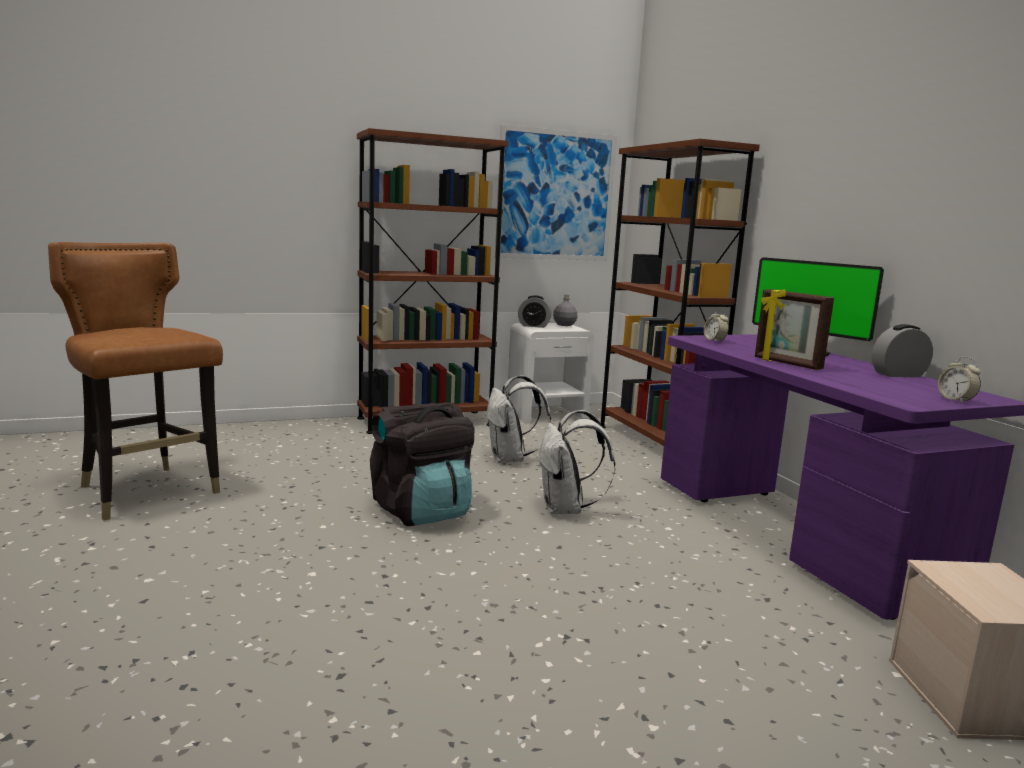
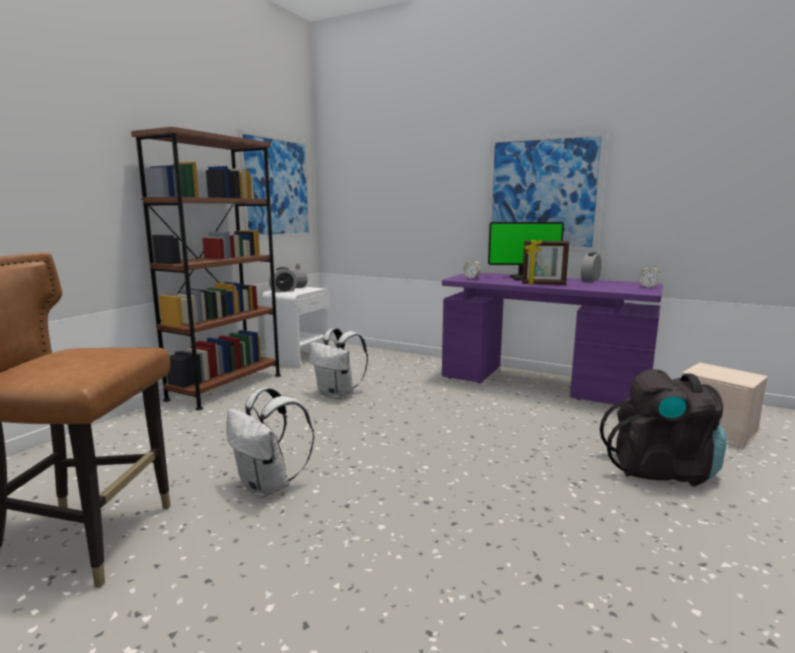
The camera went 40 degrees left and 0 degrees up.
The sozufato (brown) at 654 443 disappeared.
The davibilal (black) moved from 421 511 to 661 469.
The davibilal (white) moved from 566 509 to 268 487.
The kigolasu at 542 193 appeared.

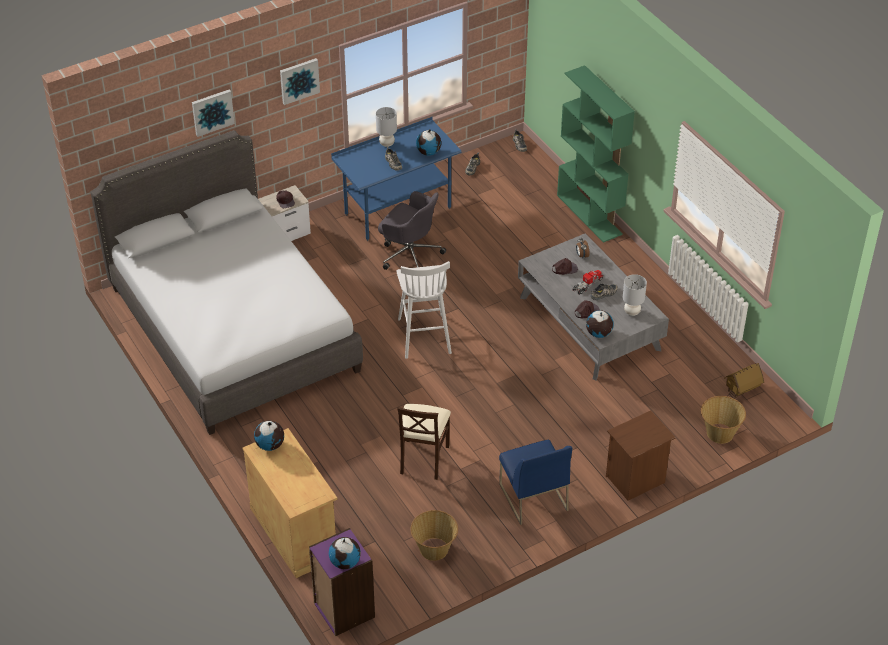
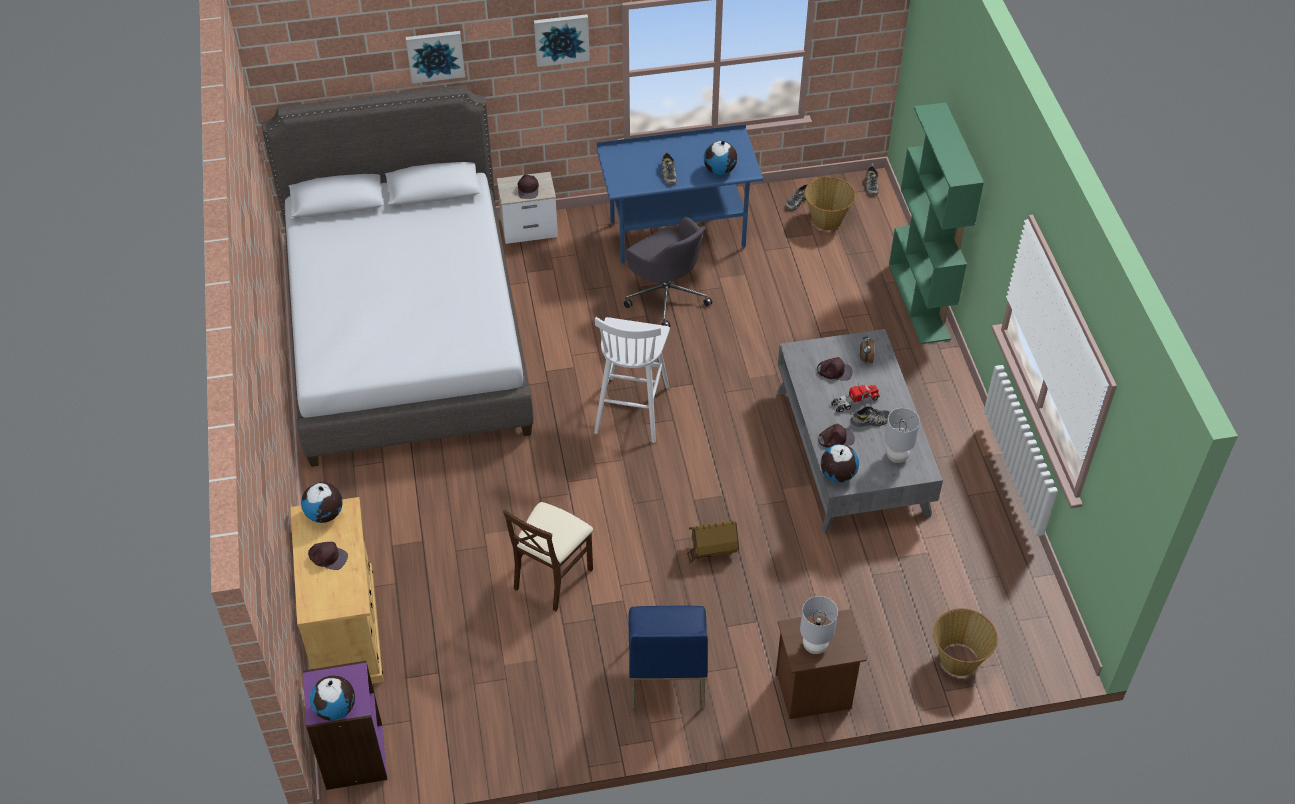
The camera went 20 degrees right and 5 degrees up.
The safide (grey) moved from 387 143 to 815 645.
The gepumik moved from 742 390 to 712 550.
The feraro moved from 434 549 to 827 220.
The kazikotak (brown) at 328 557 appeared.

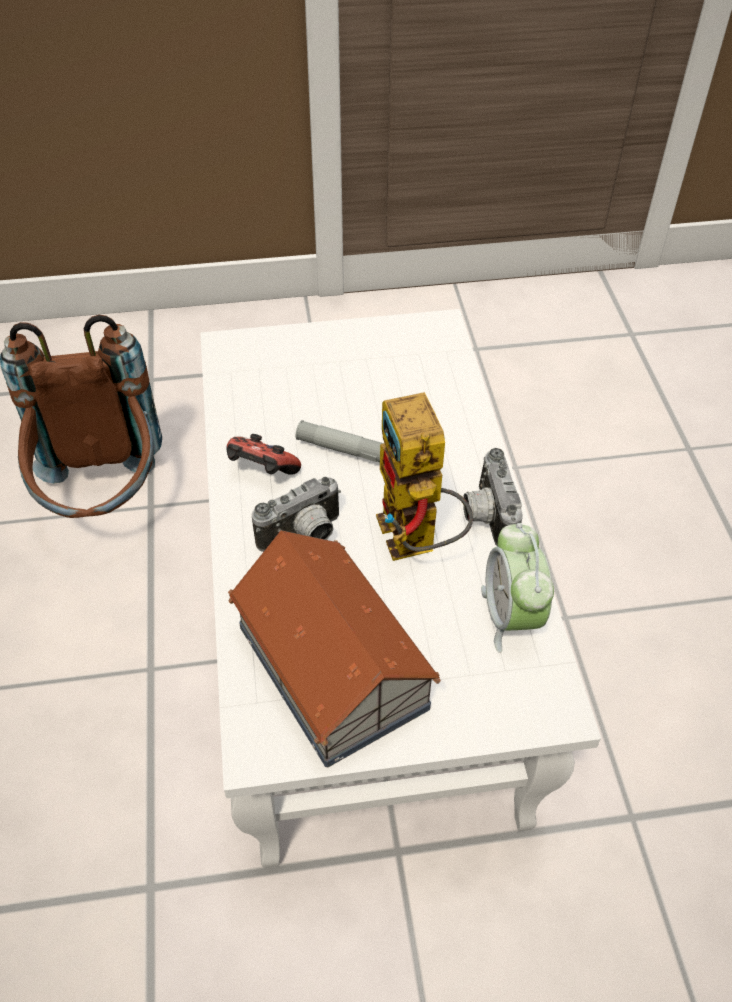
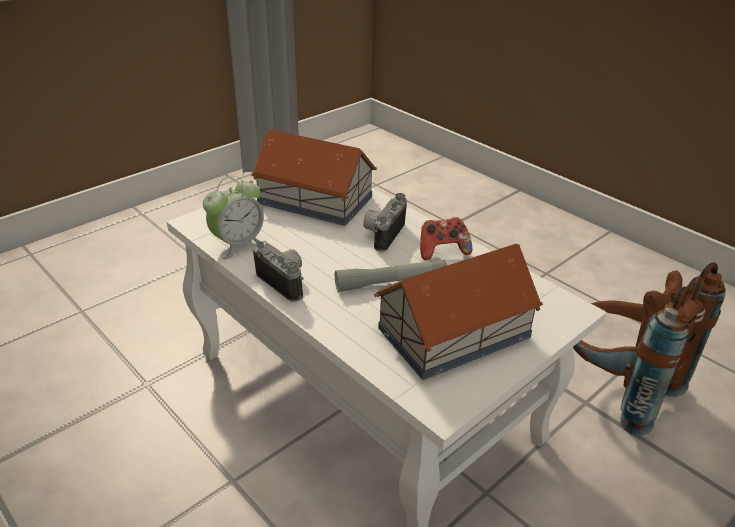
The camera went 145 degrees right and 15 degrees down.
The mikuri at 416 543 disappeared.
The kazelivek at 511 616 turned 90 degrees clockwise.
The gepumik at 456 332 appeared.

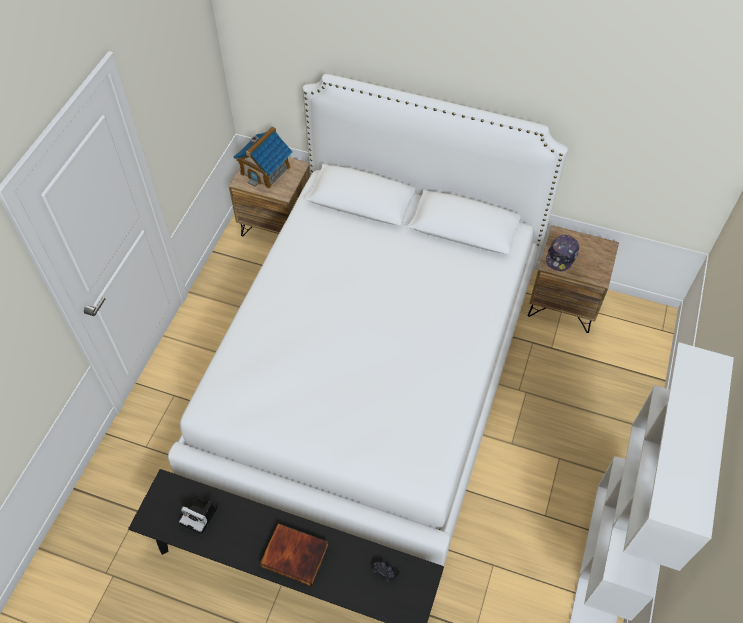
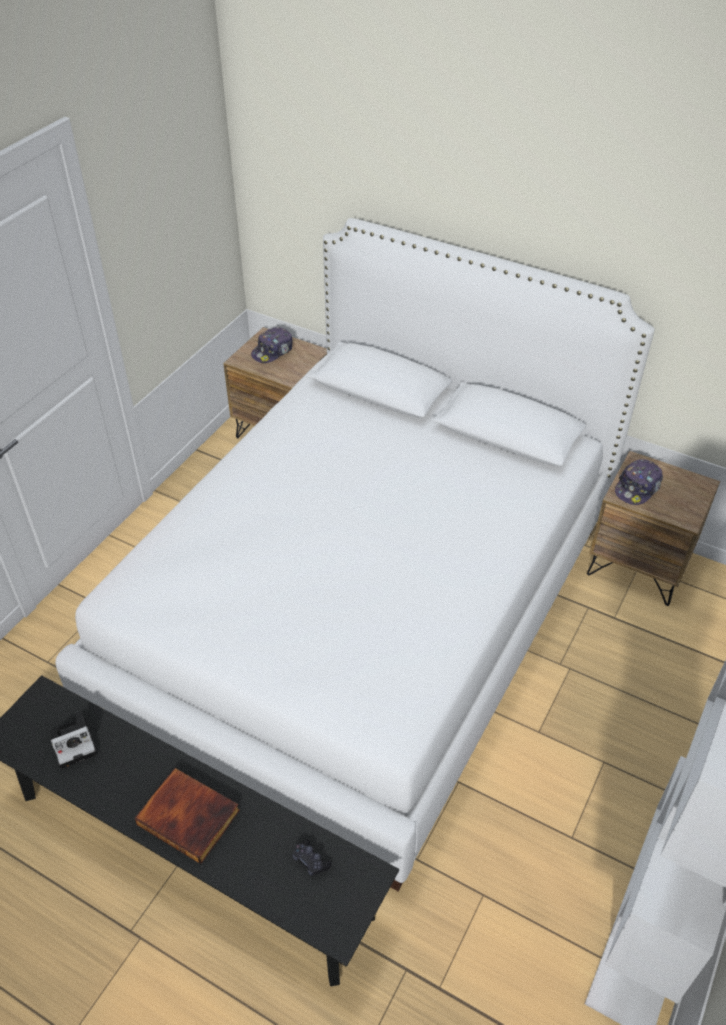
The camera went 10 degrees right and 10 degrees down.
The gepumik at 265 170 was replaced by the kazikotak at 273 351.
The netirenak at 200 515 turned 60 degrees counterclockwise.

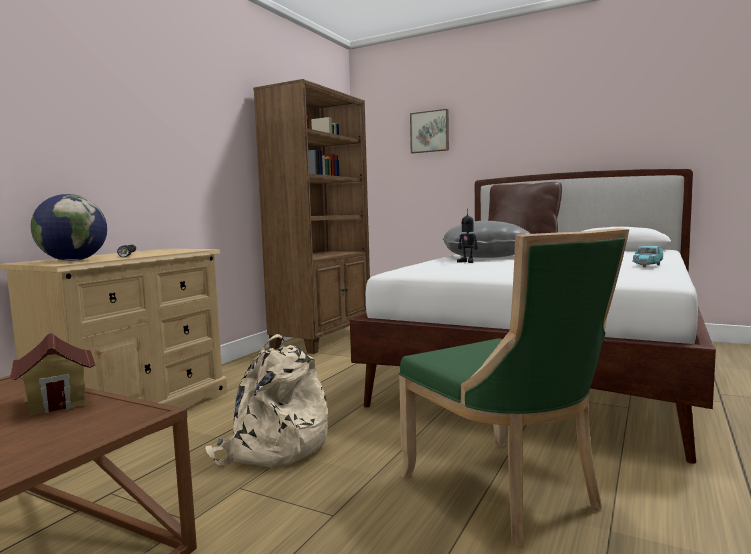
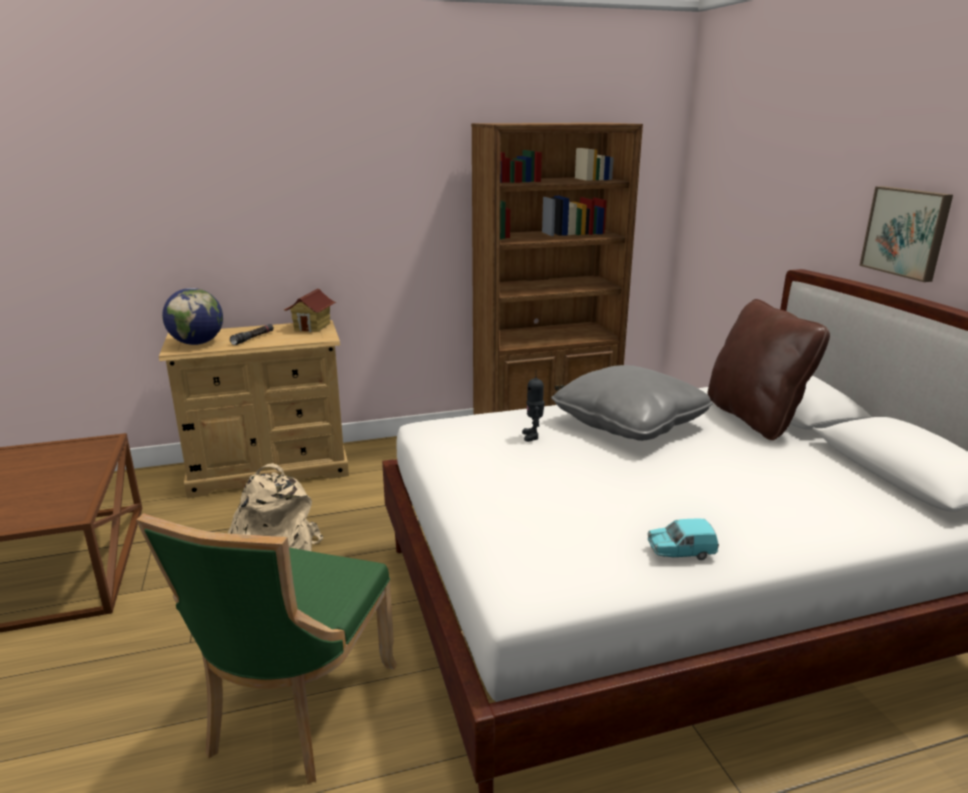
The camera went 45 degrees right and 15 degrees up.
The kigolasu moved from 430 131 to 907 232.
The gepumik moved from 58 401 to 313 327.

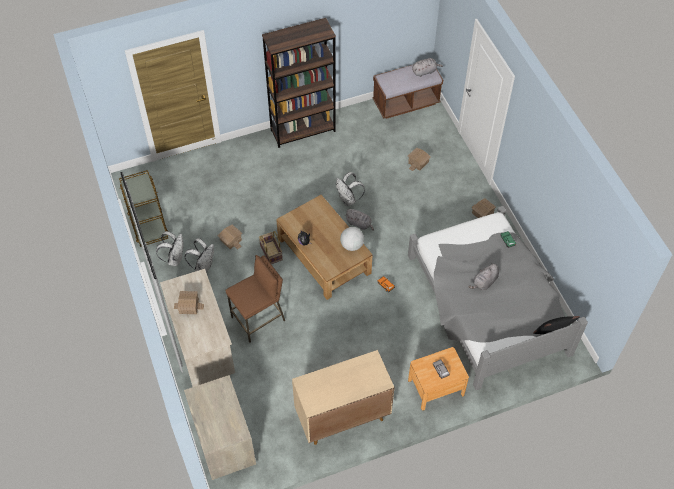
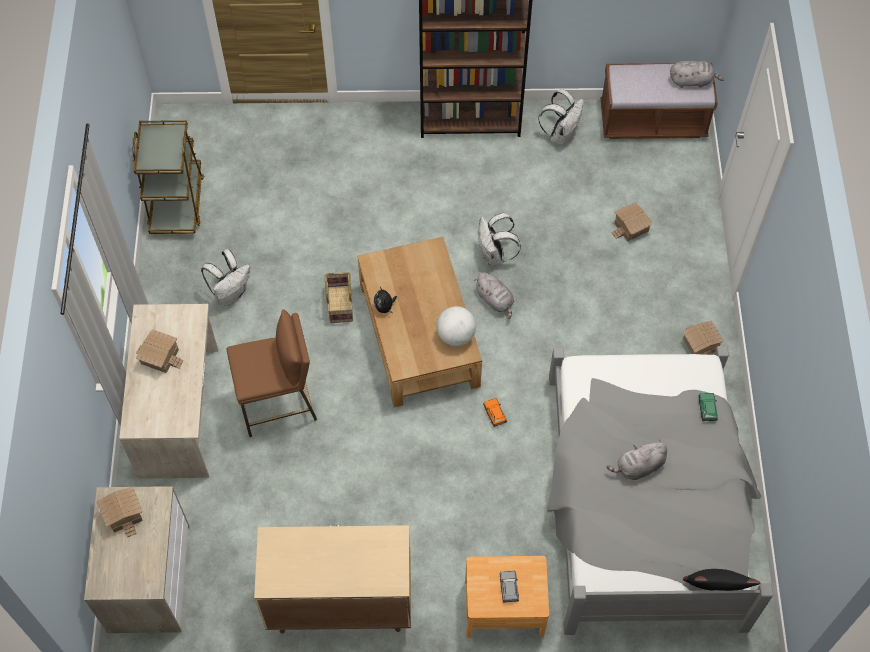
The camera went 20 degrees right and 5 degrees up.
The gepumik moved from 231 240 to 124 513.
The davibilal (white) moved from 174 258 to 561 134.

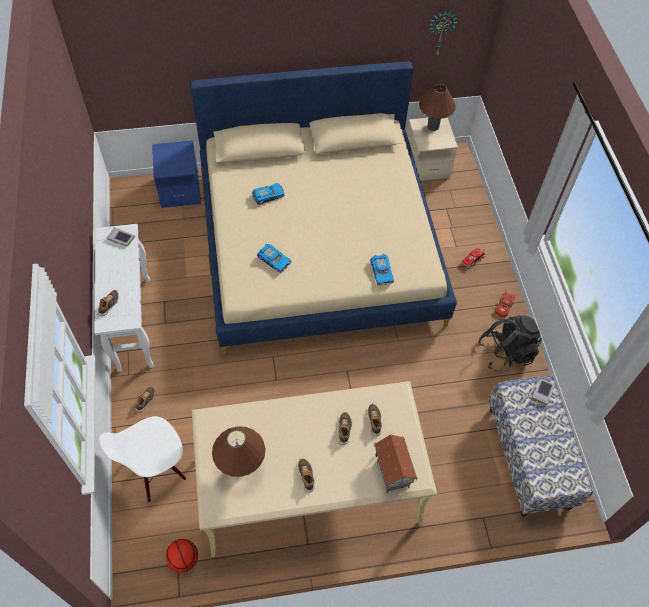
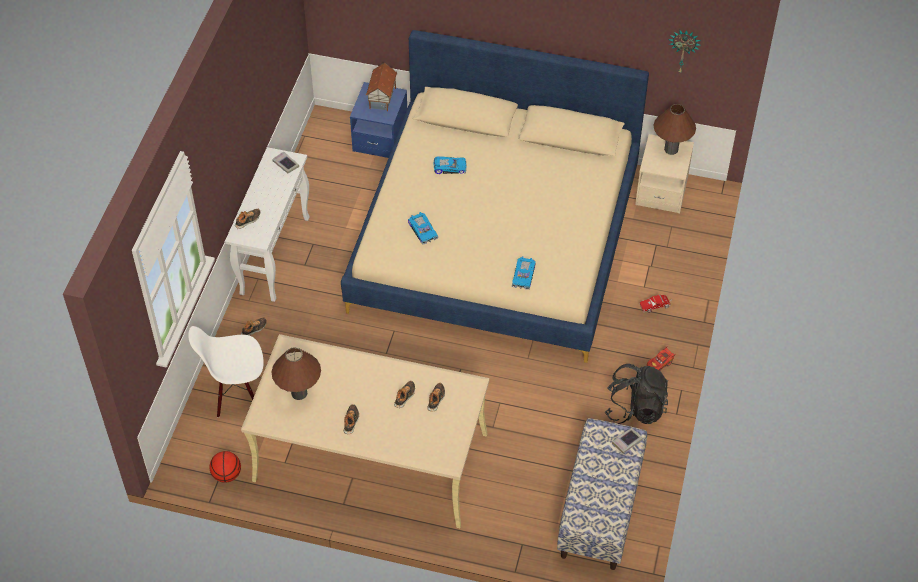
The camera went 25 degrees right and 5 degrees down.
The gepumik moved from 393 470 to 383 98.

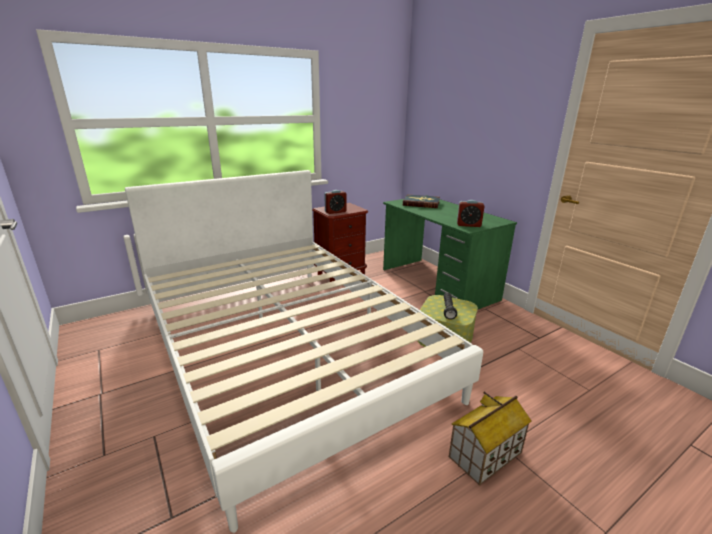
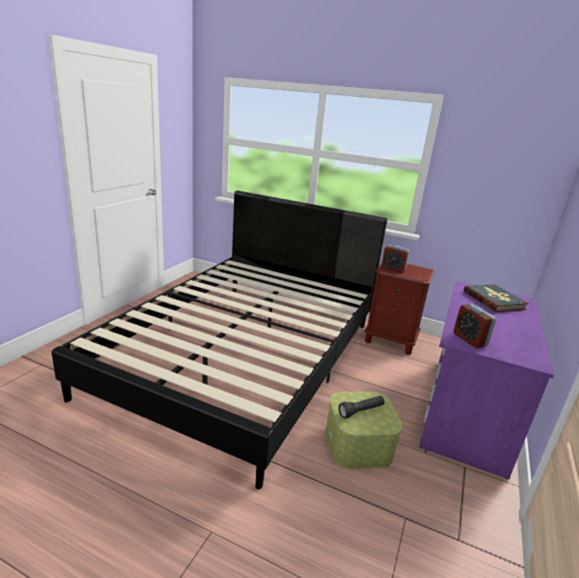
The camera went 55 degrees right and 0 degrees up.
The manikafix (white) at 287 350 became the manikafix (black) at 244 356.
The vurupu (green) at 437 284 became the vurupu (purple) at 466 410.
The gepumik at 485 455 disappeared.

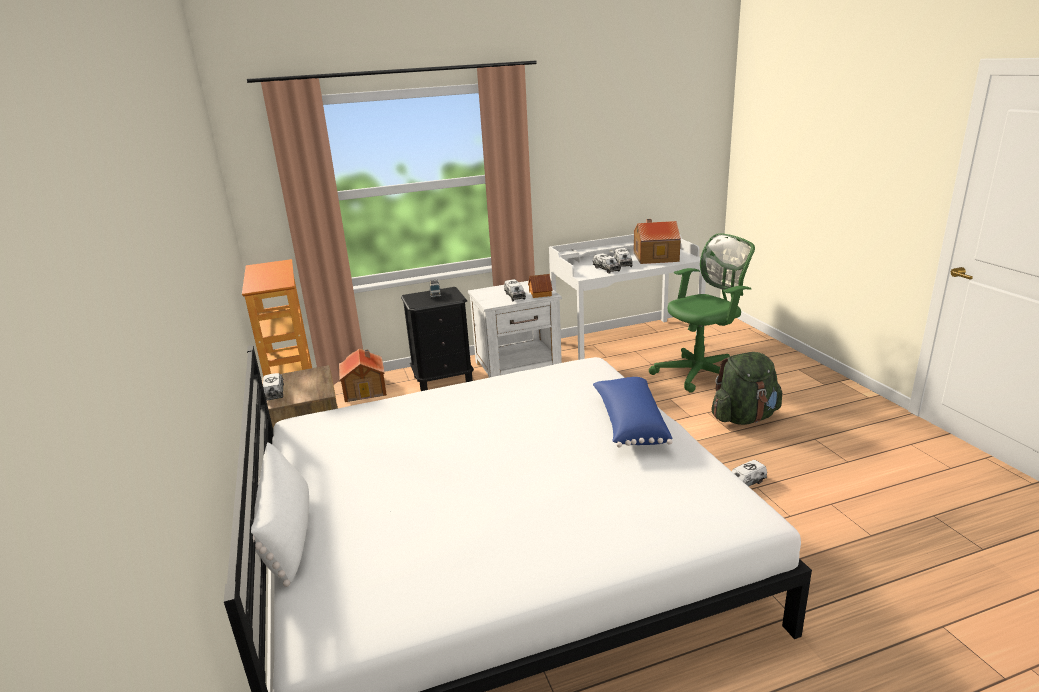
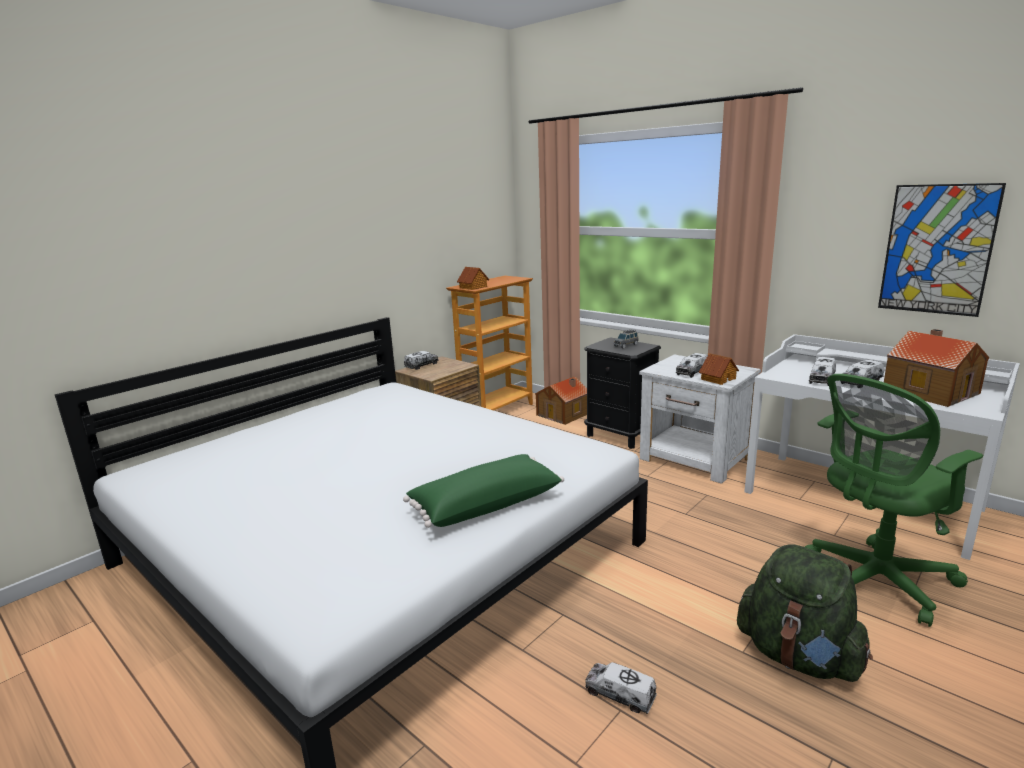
The camera went 60 degrees right and 5 degrees down.
The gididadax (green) at 701 373 turned 120 degrees clockwise.
The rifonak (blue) at 629 424 became the rifonak (green) at 485 504.
The rifonak (white) at 288 534 disappeared.
The kigolasu at 937 250 appeared.
The gepumik at 473 287 appeared.

